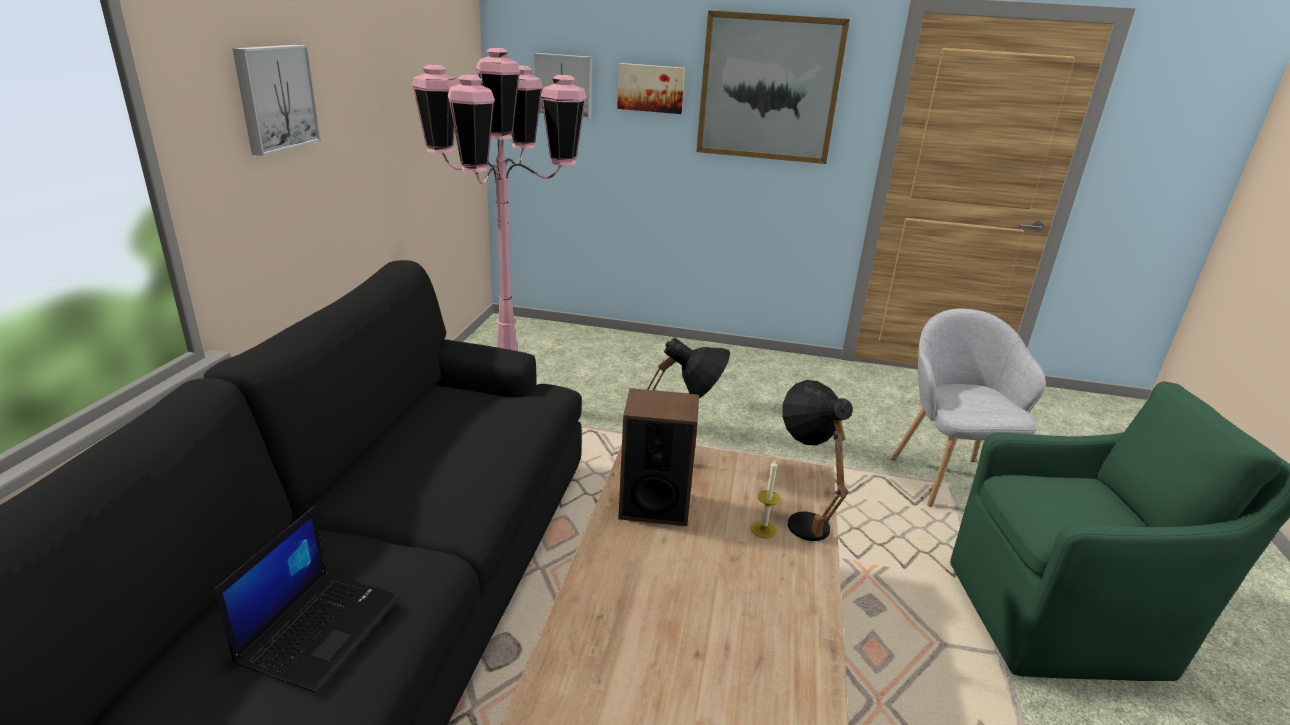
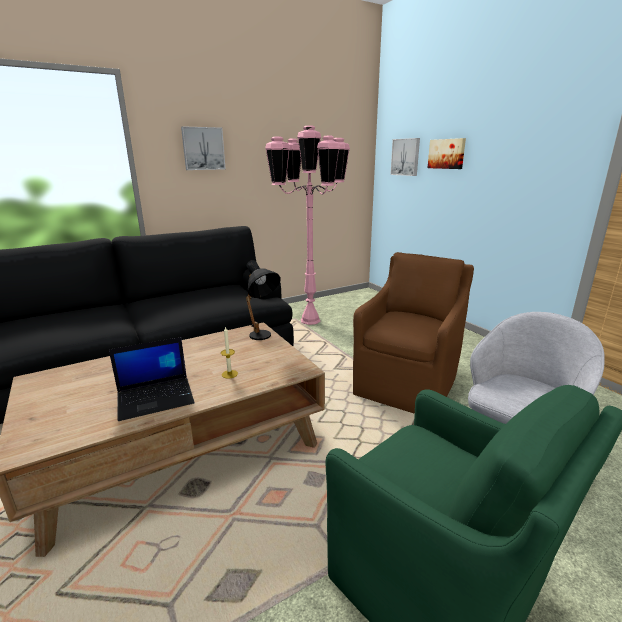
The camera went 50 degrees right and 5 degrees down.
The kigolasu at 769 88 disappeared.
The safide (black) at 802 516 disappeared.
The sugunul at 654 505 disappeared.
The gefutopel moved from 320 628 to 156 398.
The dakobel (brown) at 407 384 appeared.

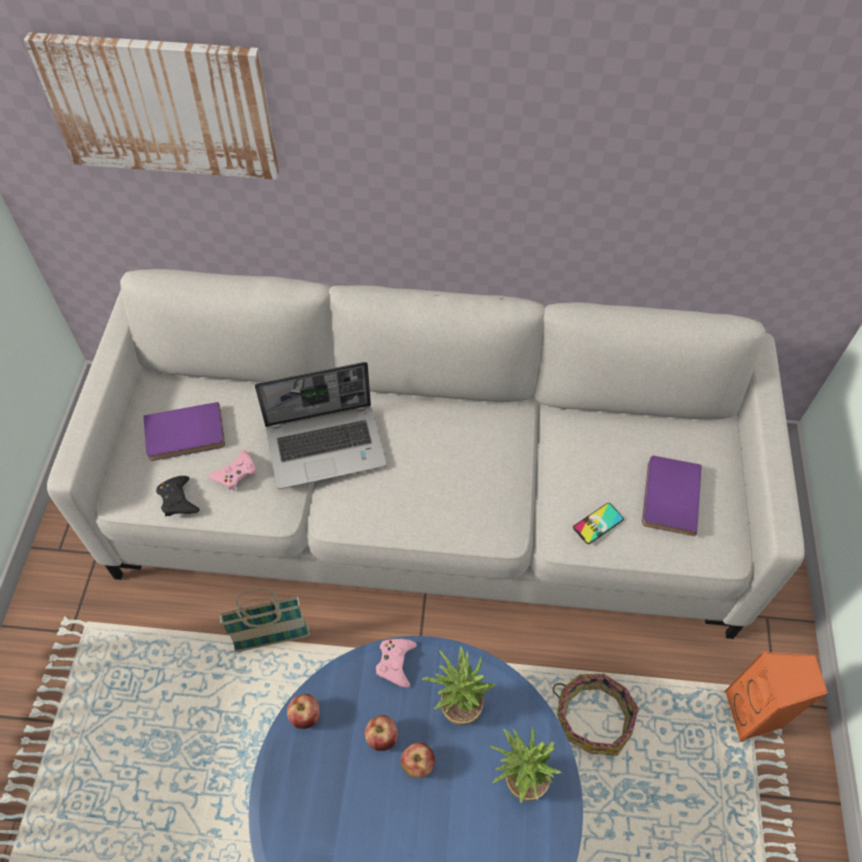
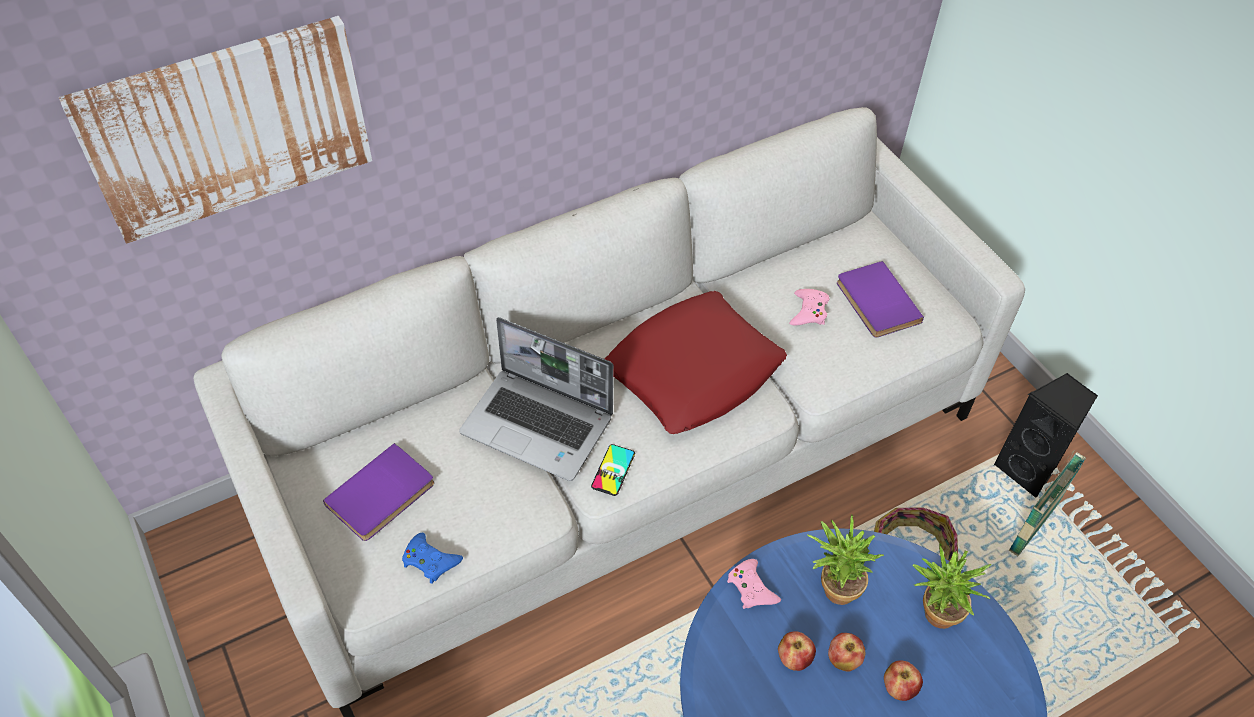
The camera went 35 degrees left and 5 degrees down.
The gefutopel at 327 445 turned 75 degrees clockwise.
The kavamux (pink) moved from 235 473 to 809 311.
The kavamux (black) at 178 500 became the kavamux (blue) at 430 561.
The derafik moved from 598 523 to 613 470.
The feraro moved from 272 640 to 1032 529.
The sugunul (orange) at 752 715 became the sugunul (black) at 1027 471.
The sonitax moved from 305 716 to 898 688.
The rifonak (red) at 693 370 appeared.

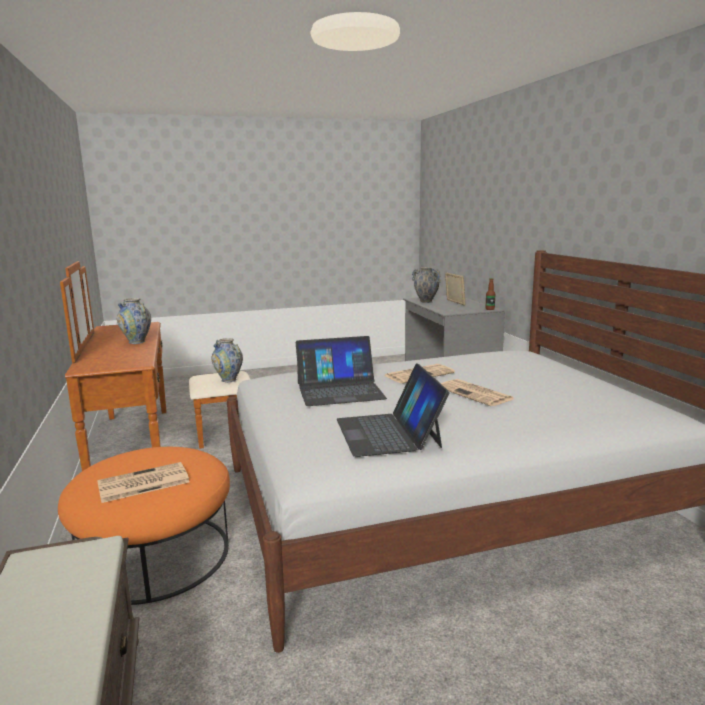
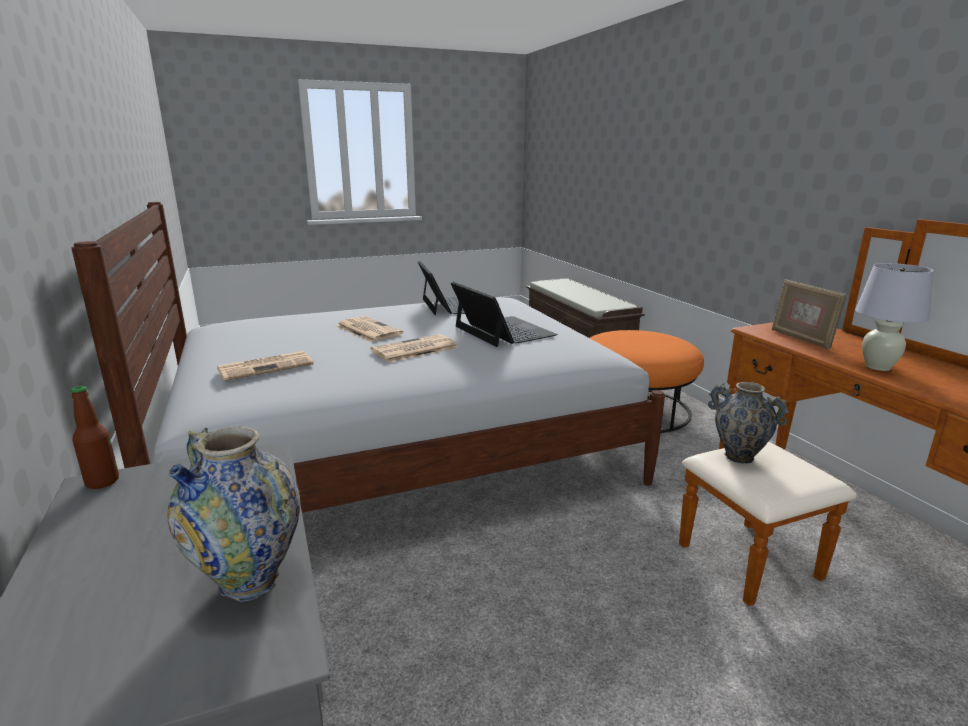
The camera went 175 degrees right and 5 degrees up.
The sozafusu moved from 454 303 to 801 339.
The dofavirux at 137 342 was replaced by the safide (white) at 878 367.
The gefutopel at 340 390 turned 75 degrees clockwise.
The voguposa moved from 142 483 to 266 366.

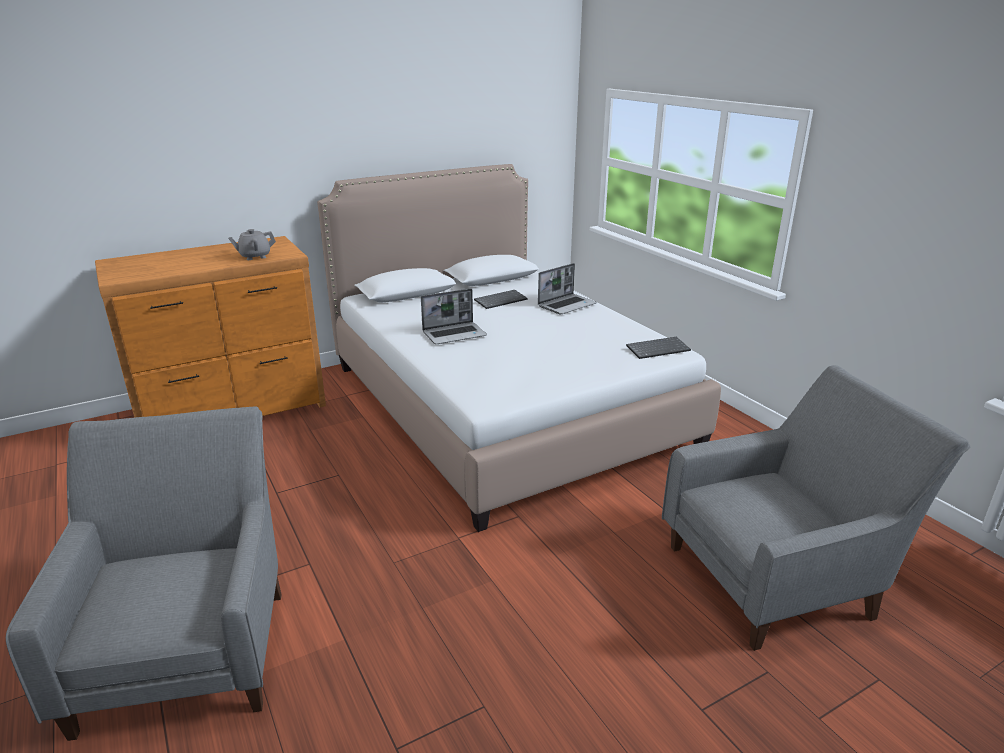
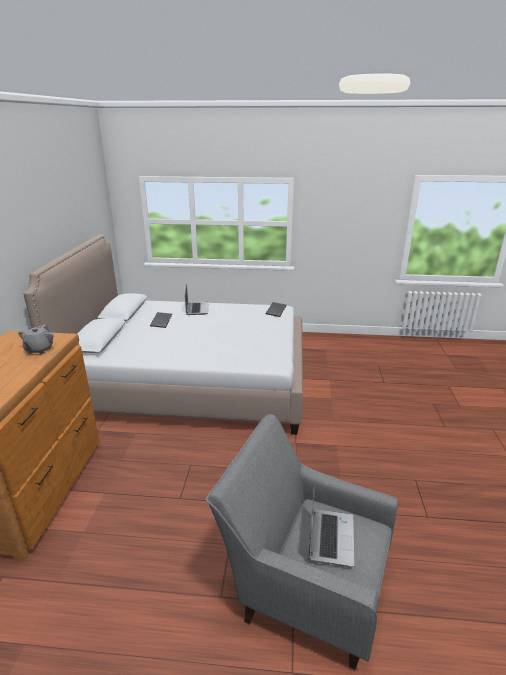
The camera went 55 degrees left and 0 degrees up.
The gefutopel moved from 455 334 to 330 537.
The dakobel (grey) at 778 576 disappeared.

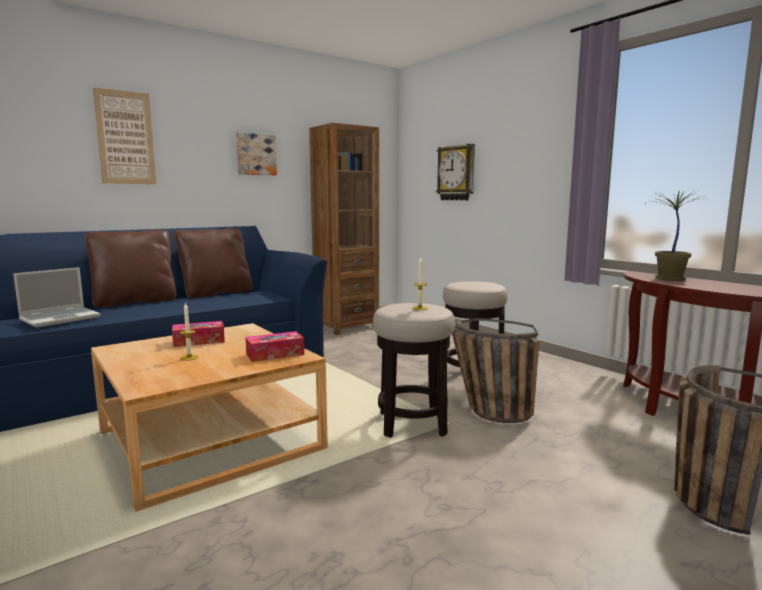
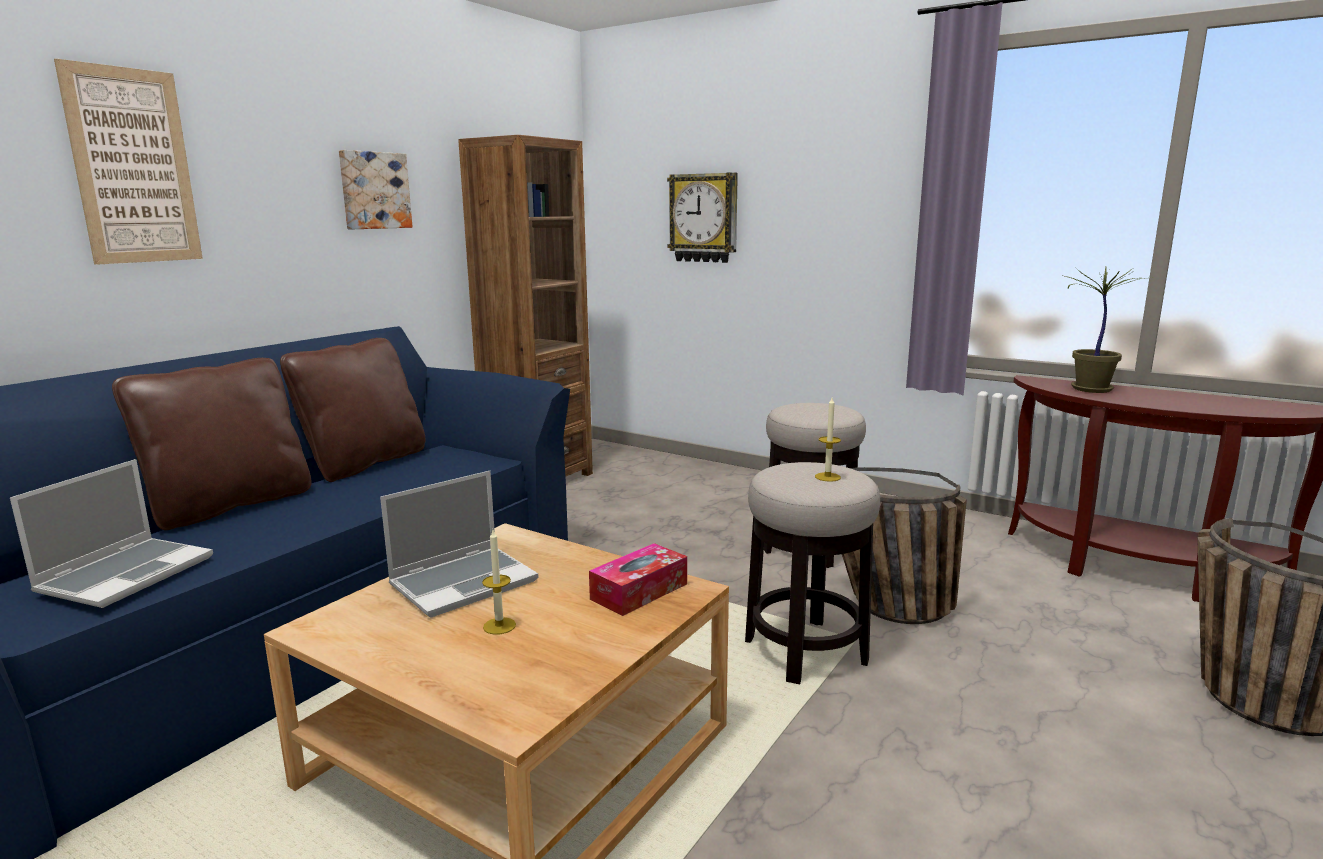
The camera went 20 degrees left and 5 degrees up.
The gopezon at 199 341 was replaced by the gefutopel at 464 582.

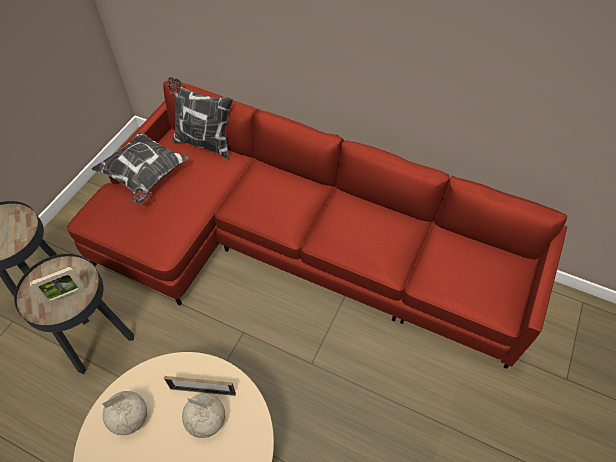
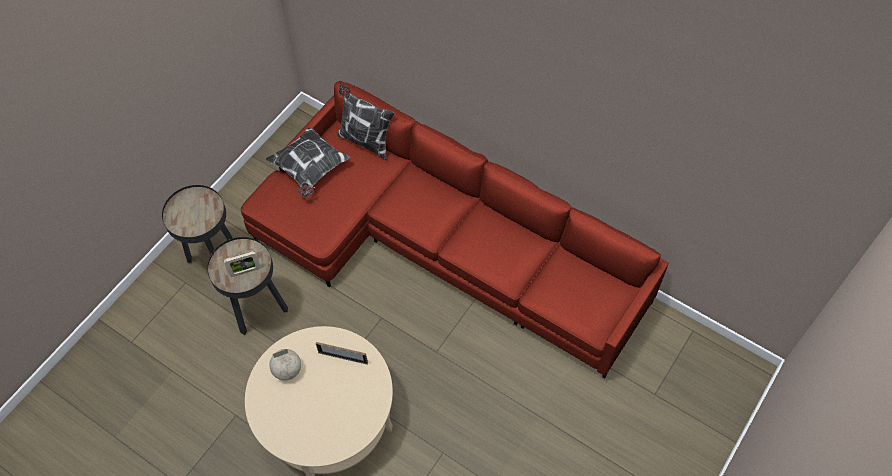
The camera went 10 degrees right and 5 degrees up.
The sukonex at 206 421 disappeared.

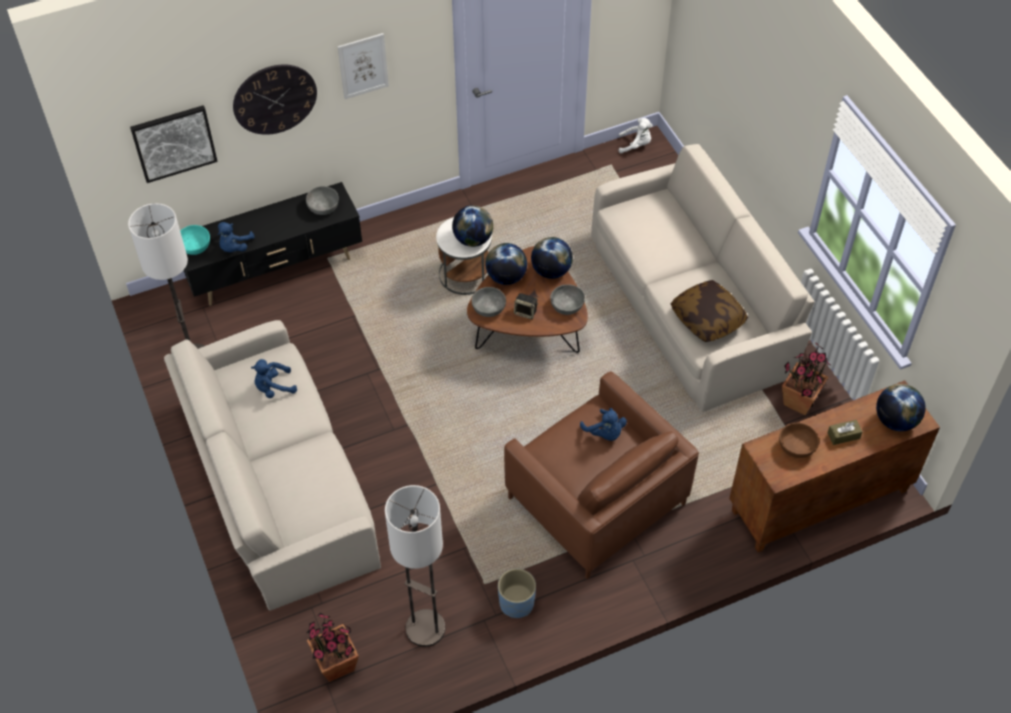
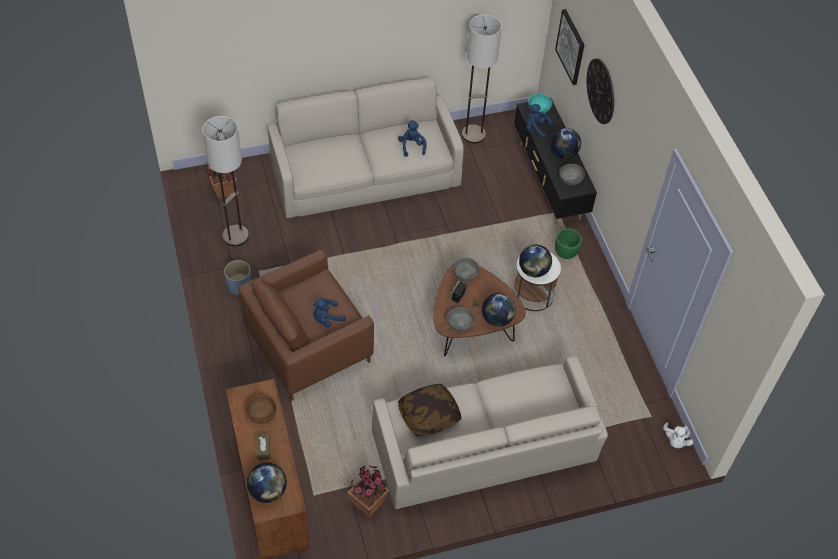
The camera went 95 degrees right and 0 degrees up.
The kigolasu at 363 65 disappeared.
The sukonex moved from 506 277 to 563 153.
The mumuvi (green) at 565 254 appeared.

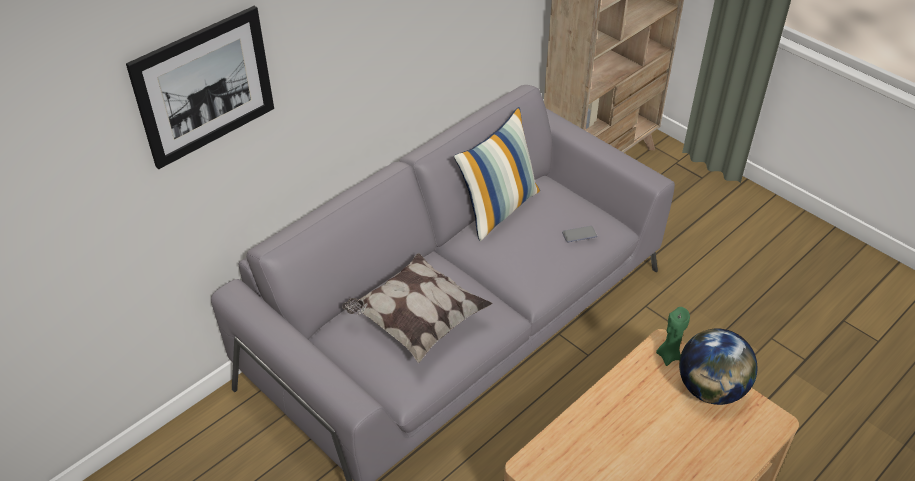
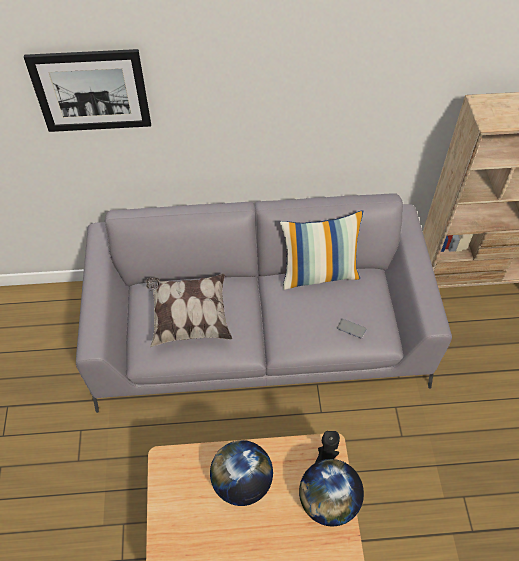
The camera went 40 degrees right and 10 degrees up.
The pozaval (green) at 668 355 became the pozaval (black) at 326 457.
The sukonex at 242 483 appeared.

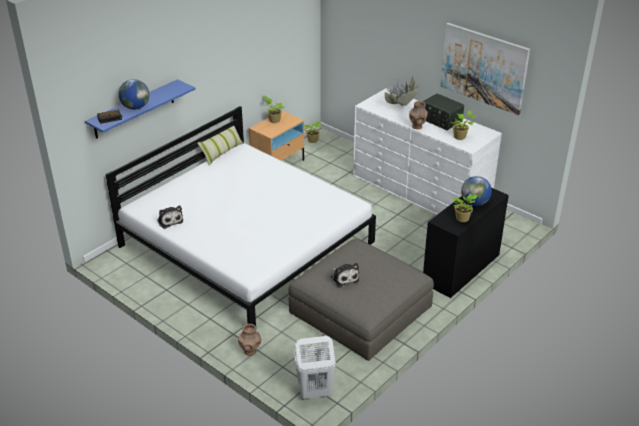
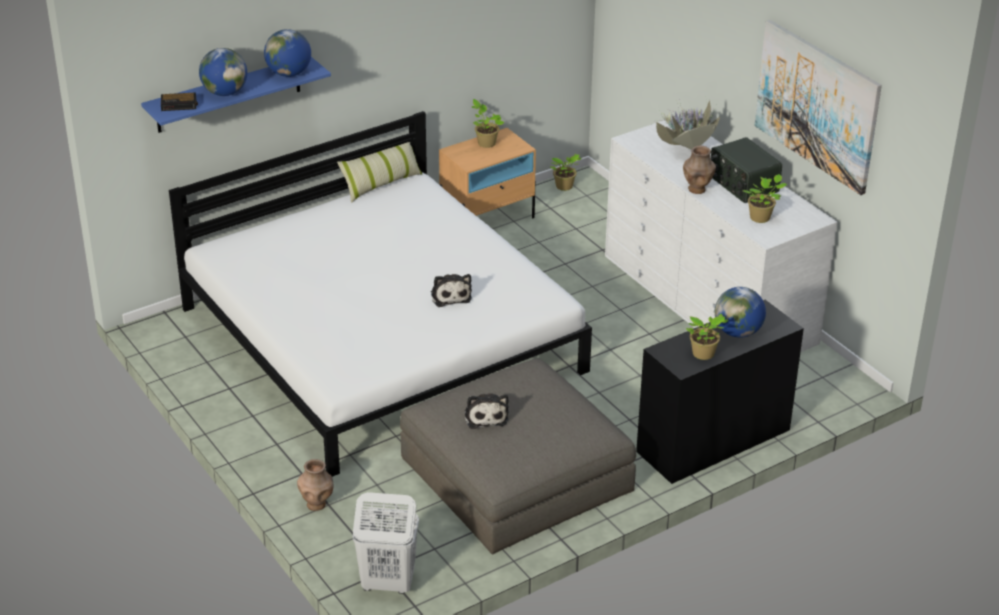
The camera went 15 degrees right and 0 degrees up.
The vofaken moved from 169 220 to 450 295.
The sukonex at 289 73 appeared.

